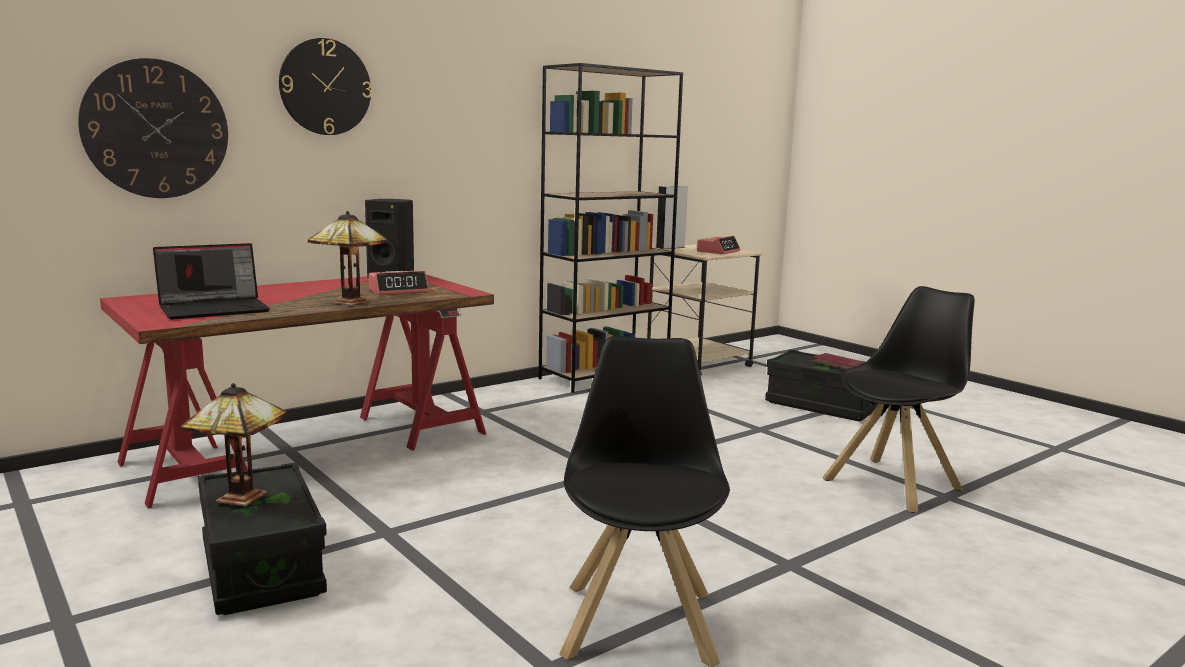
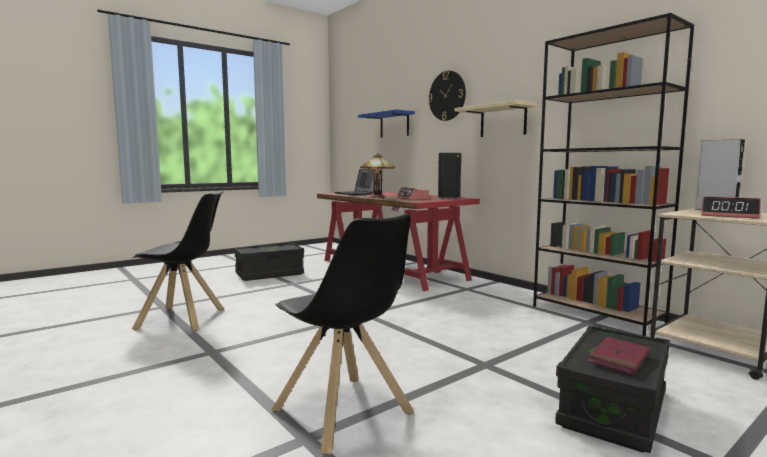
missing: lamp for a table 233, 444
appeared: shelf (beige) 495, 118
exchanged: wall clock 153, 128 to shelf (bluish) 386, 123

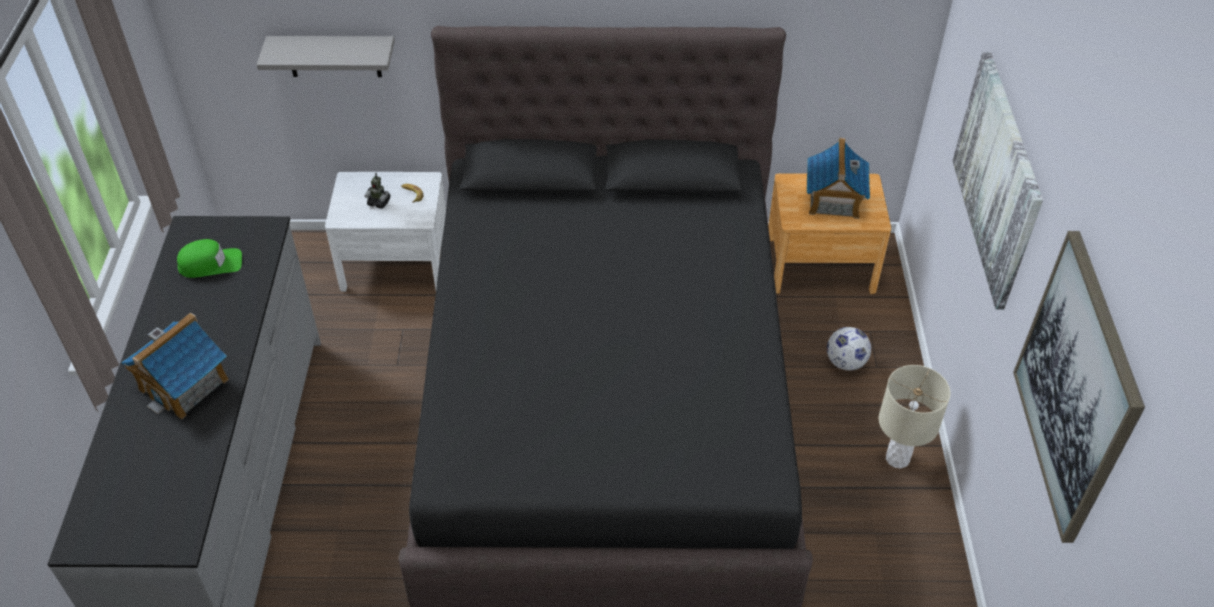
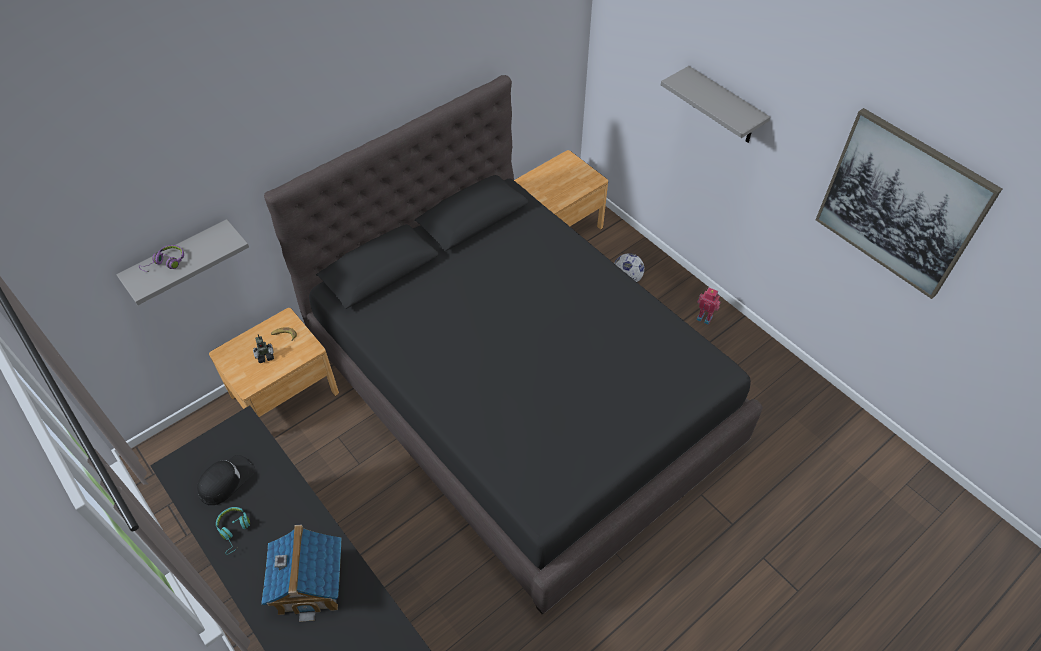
missing: toy house 838, 178
appeared: pair of headphones (purplish) 161, 258; pair of headphones (turquoise-coloured) 233, 531
exchanged: lamp for a table (beige) 914, 417 to model robot 708, 306; wall art 998, 180 to shelf (gray) 715, 104
colour: peaked cap (greenish) 209, 258 to peaked cap (black) 226, 480; nightstand (white-coloured) 385, 232 to nightstand (brownish) 274, 362

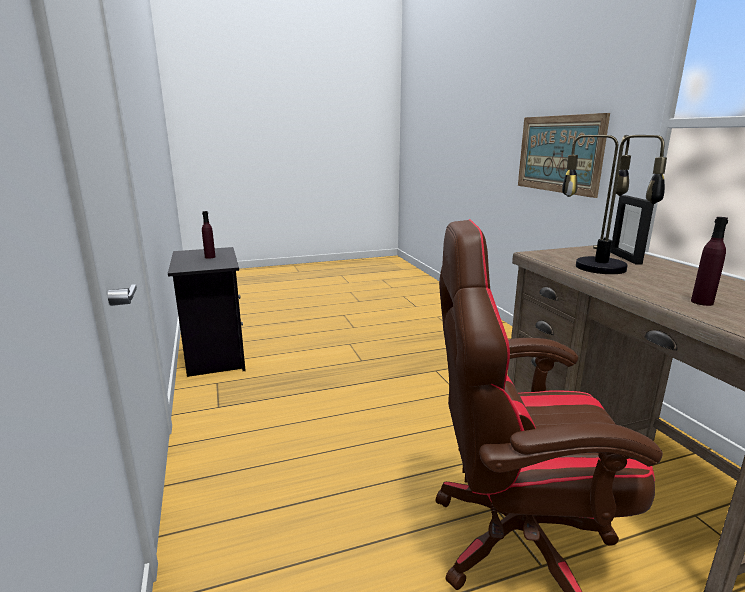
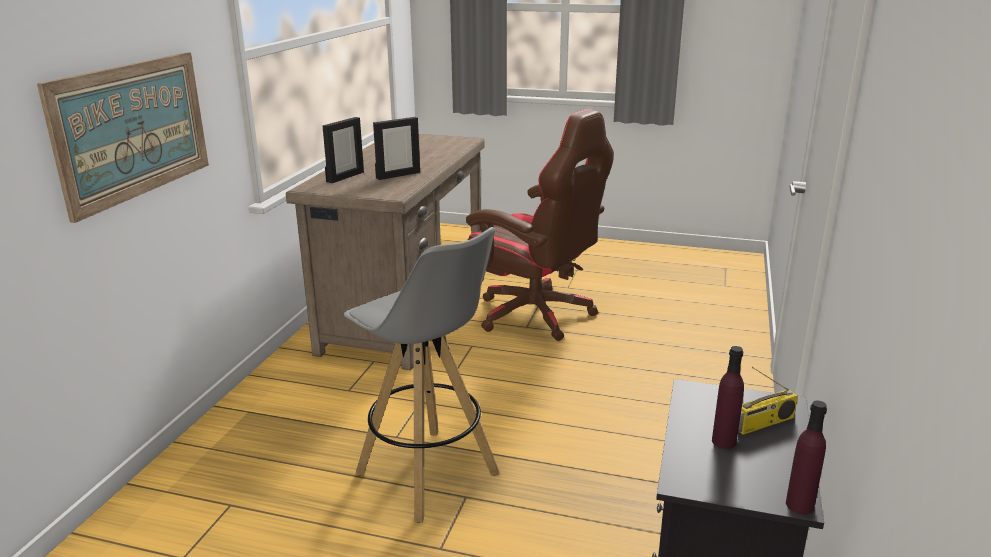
appeared: stool seat (gray) 421, 375; radio receiver 768, 401
relocated: bottle (purplish) 709, 261 to 806, 457
exchanged: lamp for a table 614, 204 to picture frame 396, 148

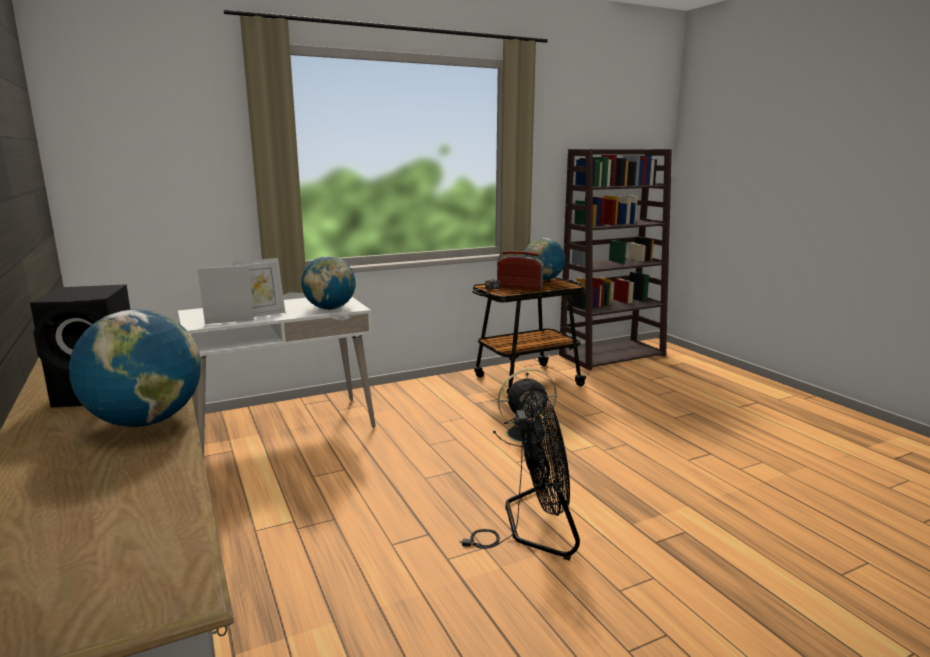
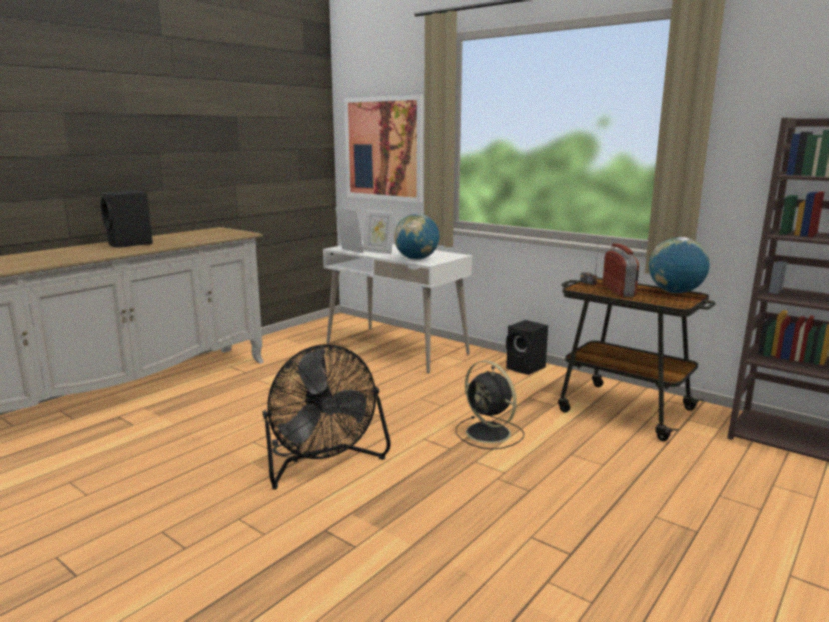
missing: world globe 135, 368
appeared: wall art 384, 149; audio speaker (black) 527, 347

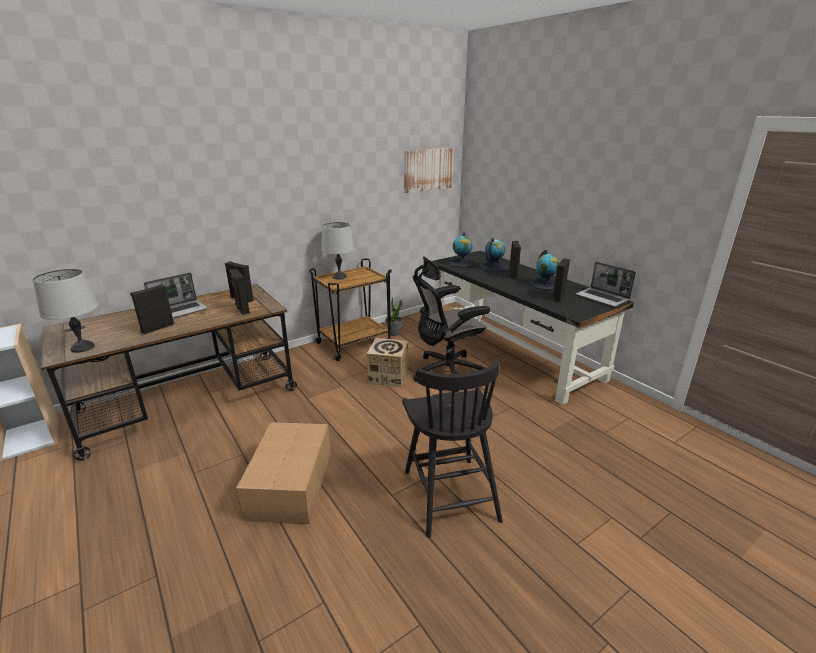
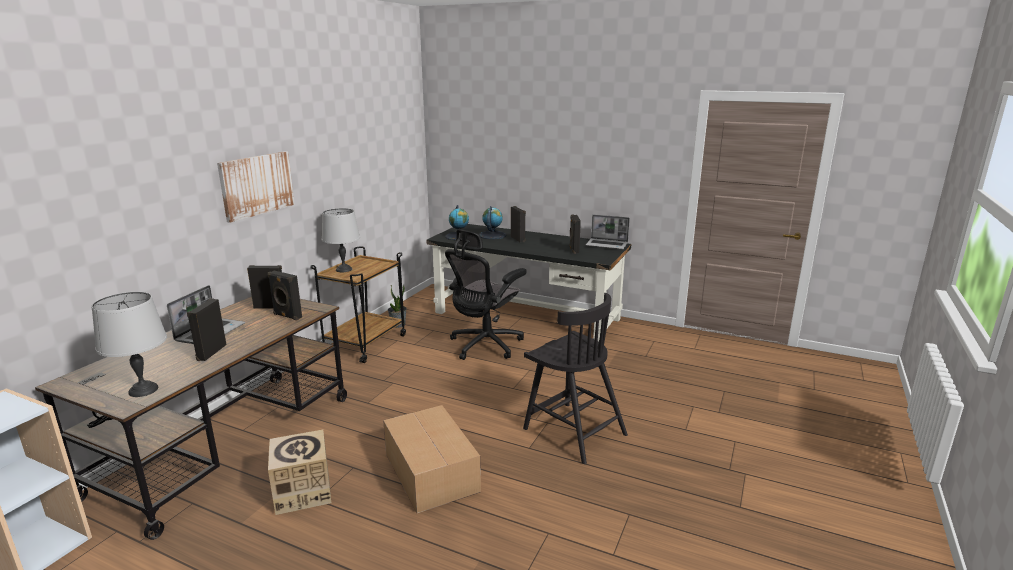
missing: world globe 545, 270
relocated: packing box 387, 362 to 299, 472; wall art 429, 170 to 256, 187

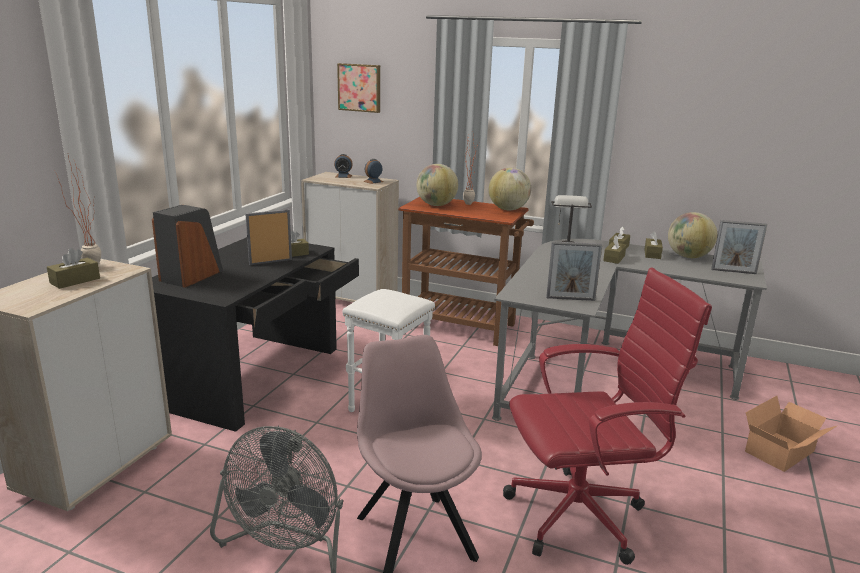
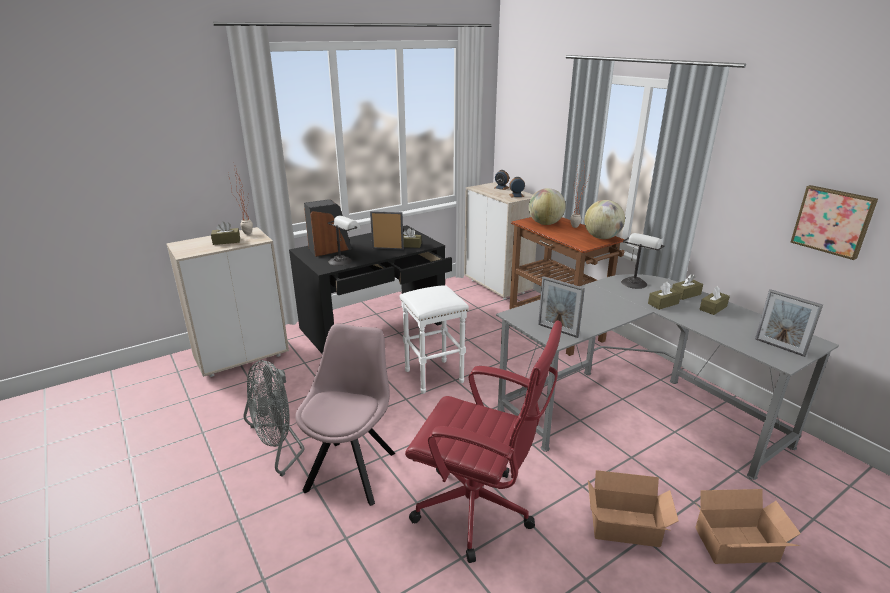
missing: world globe 692, 235
appeared: lamp for a table 344, 241; packing box 633, 508
relocated: wall art 358, 88 to 834, 222

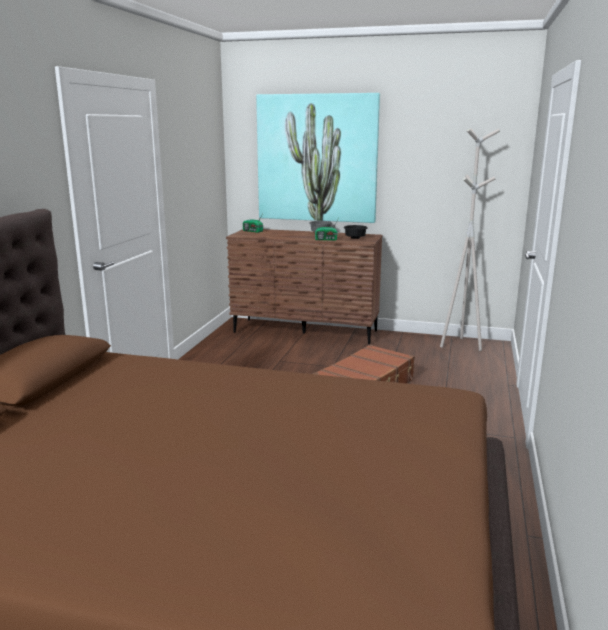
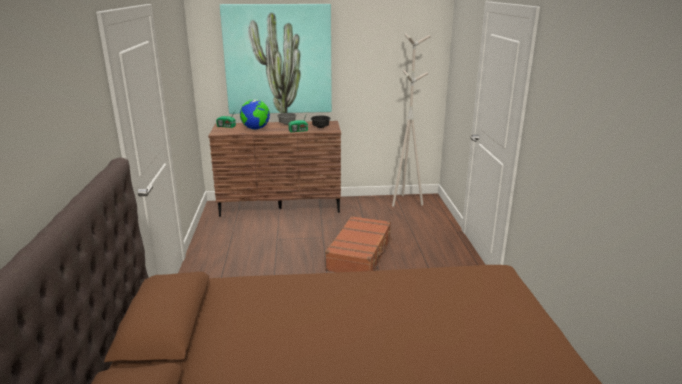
appeared: world globe 255, 114

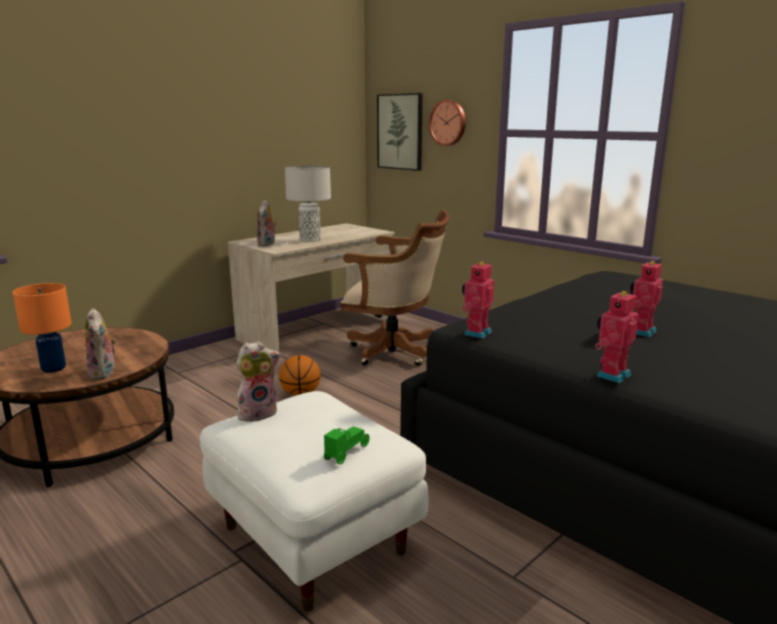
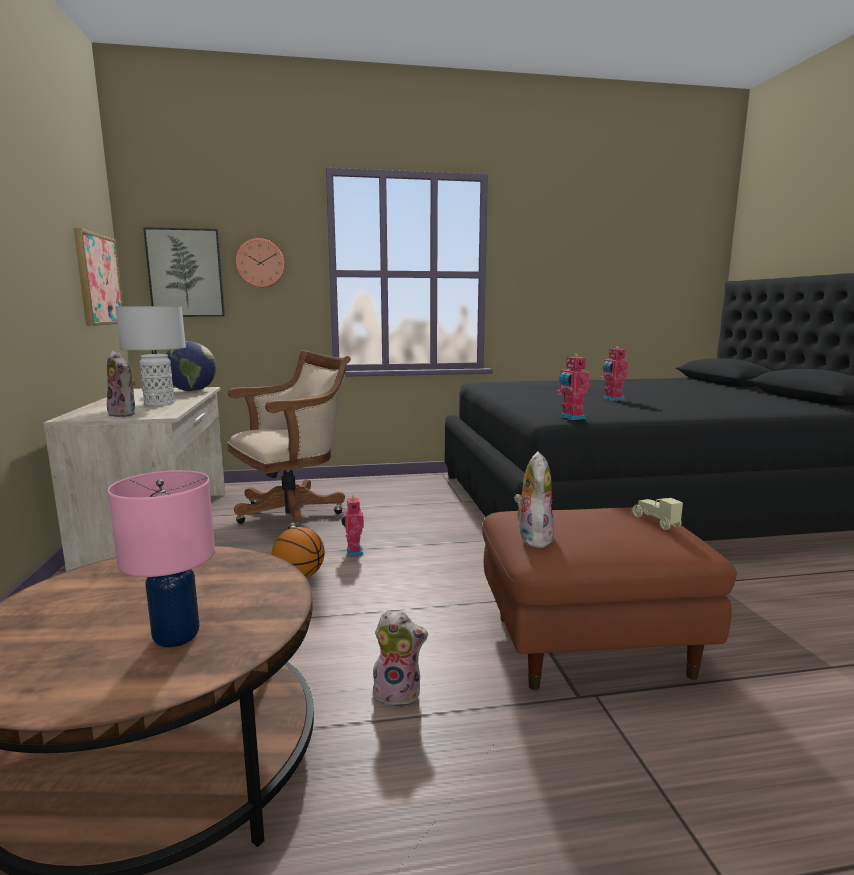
appeared: wall art 98, 277; world globe 190, 366
relocated: soft toy 100, 343 to 400, 658; model robot 617, 336 to 352, 527
colour: lamp for a table (orangey) 42, 328 to lamp for a table (pinkish) 161, 559; footrest (white-coloured) 314, 501 to footrest (brownish) 609, 599; toy car (greenish) 347, 445 to toy car (beige) 657, 514

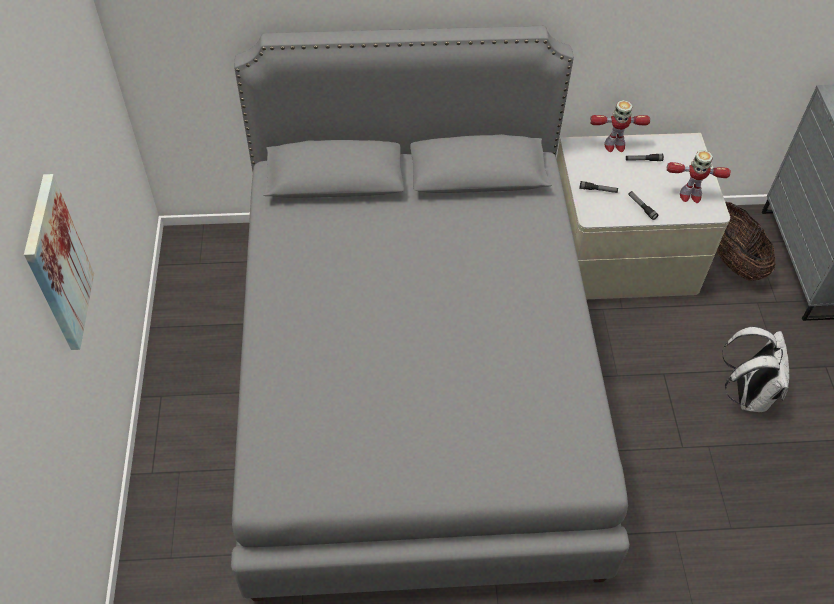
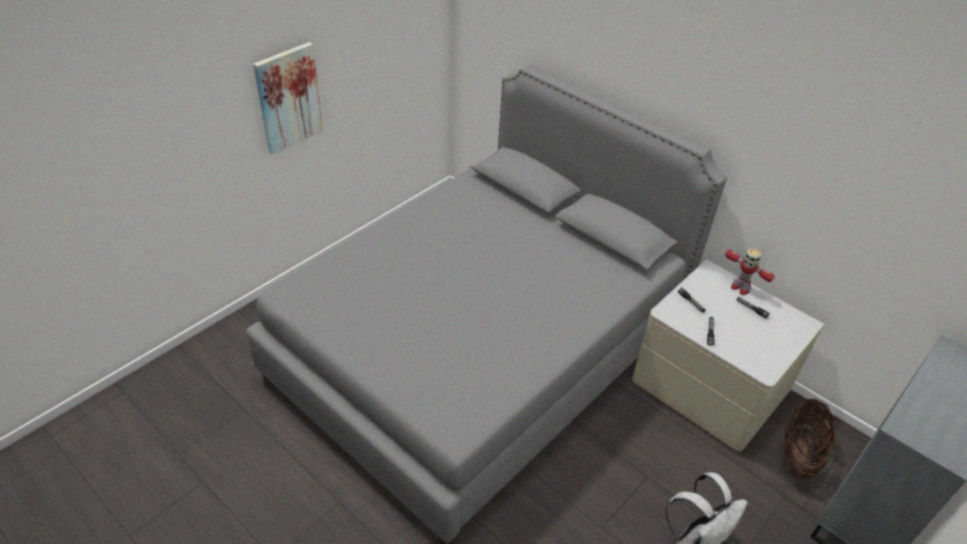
missing: model robot 699, 176

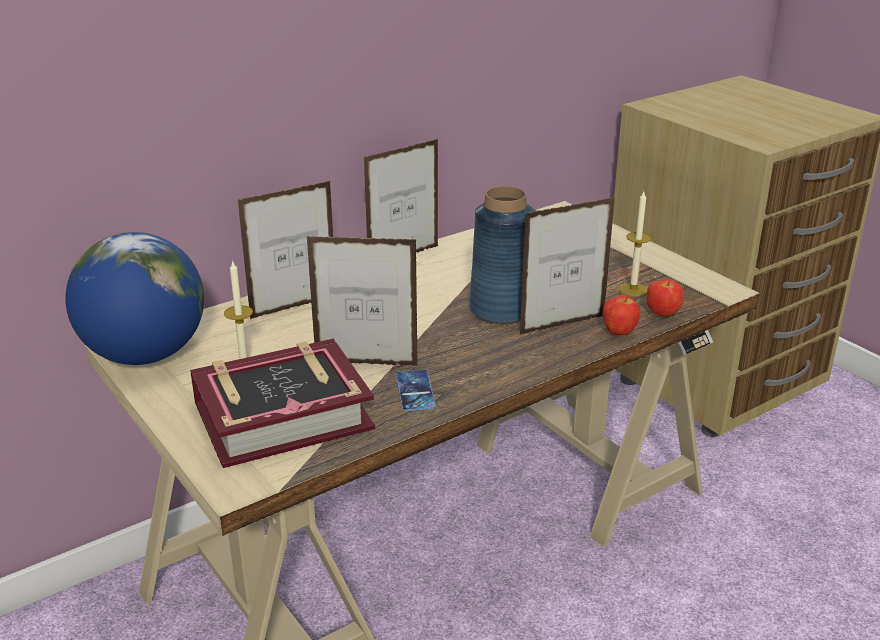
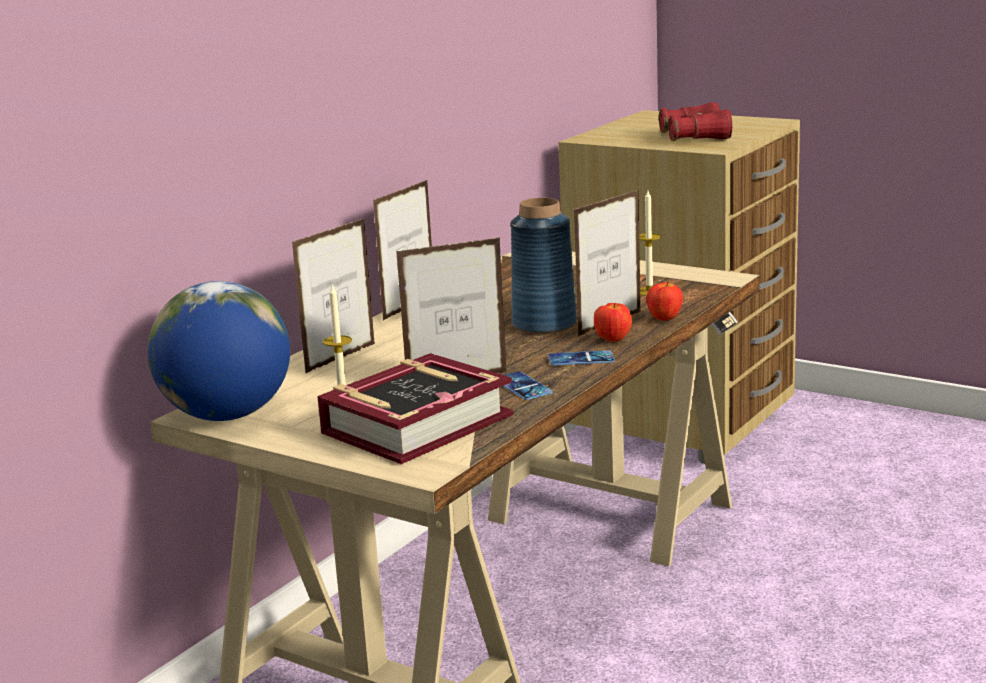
appeared: handset 581, 358; pair of binoculars (red) 695, 121
relocated: apple fruit 665, 298 to 613, 322

